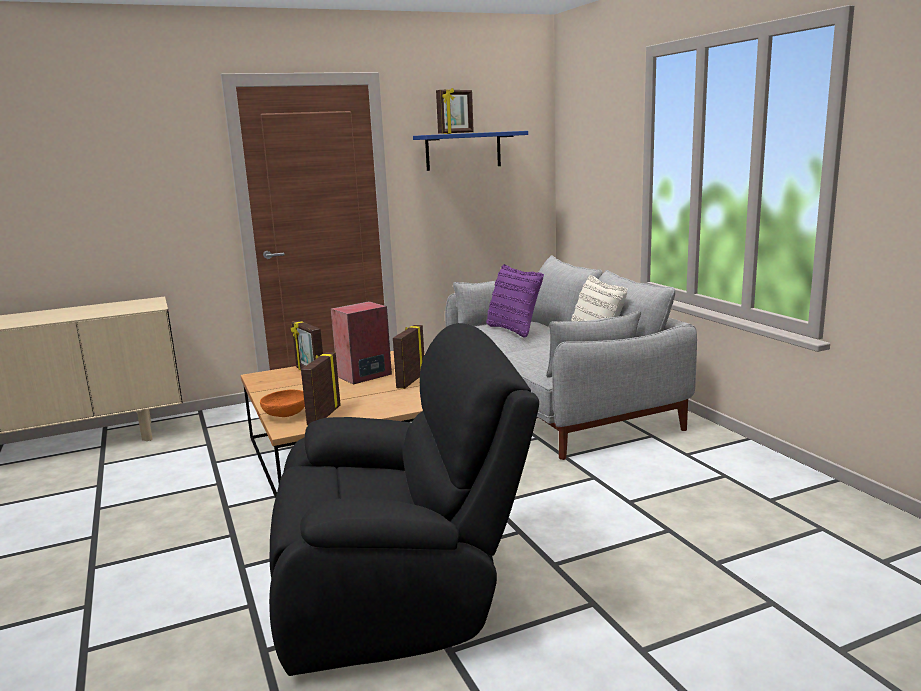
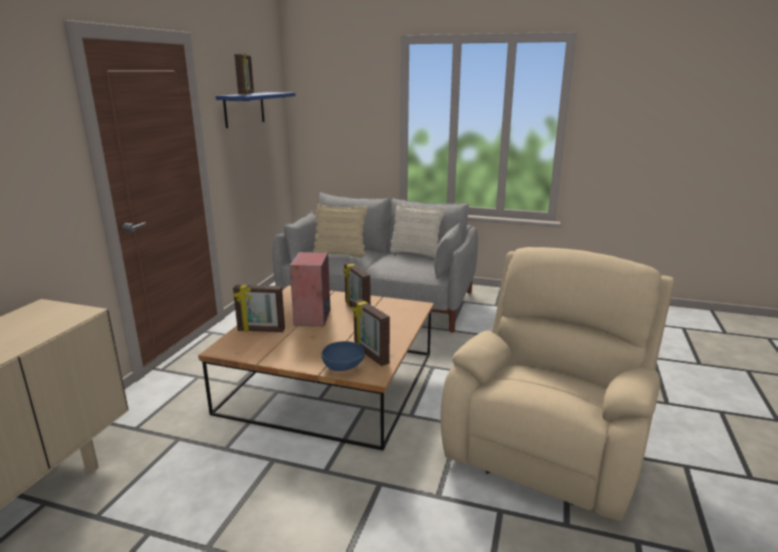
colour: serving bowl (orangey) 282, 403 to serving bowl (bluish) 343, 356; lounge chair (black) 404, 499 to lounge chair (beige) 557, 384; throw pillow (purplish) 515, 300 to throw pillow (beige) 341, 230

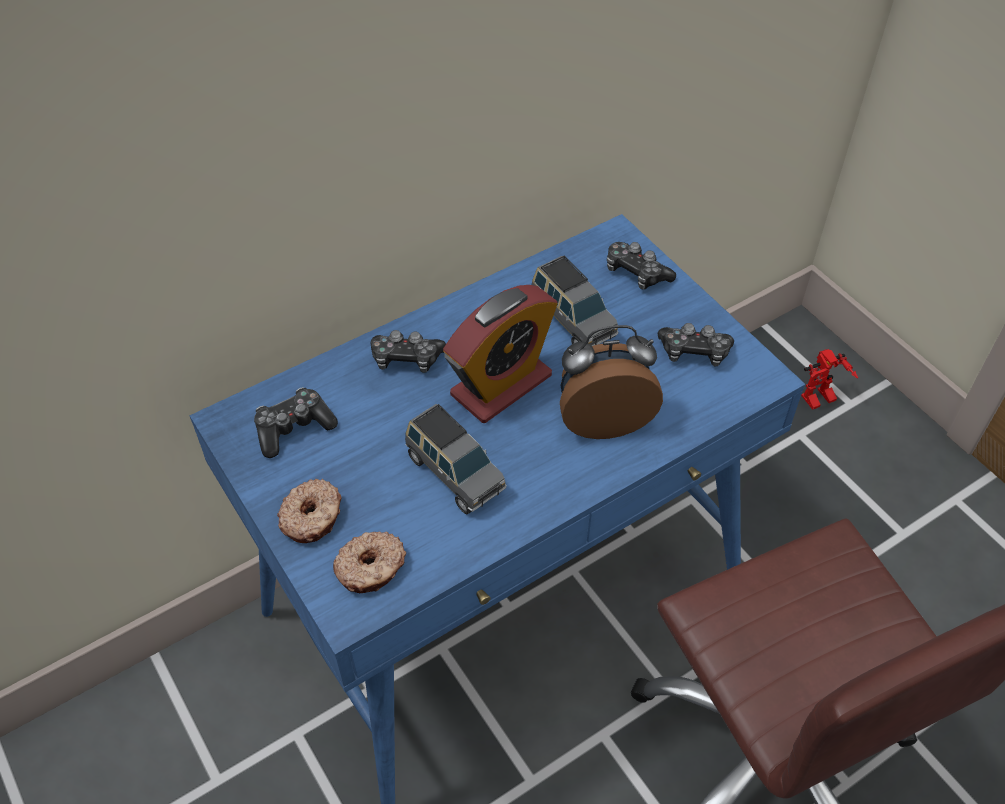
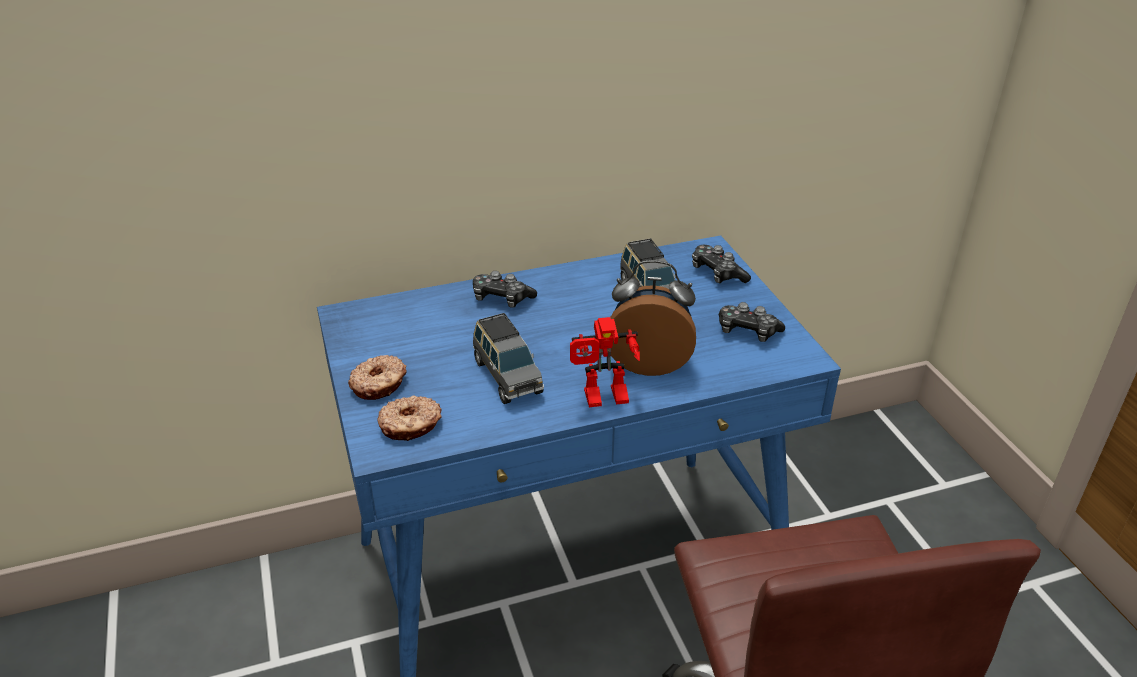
missing: game controller 296, 422; bedside clock 500, 354
relocated: model robot 829, 379 to 605, 362

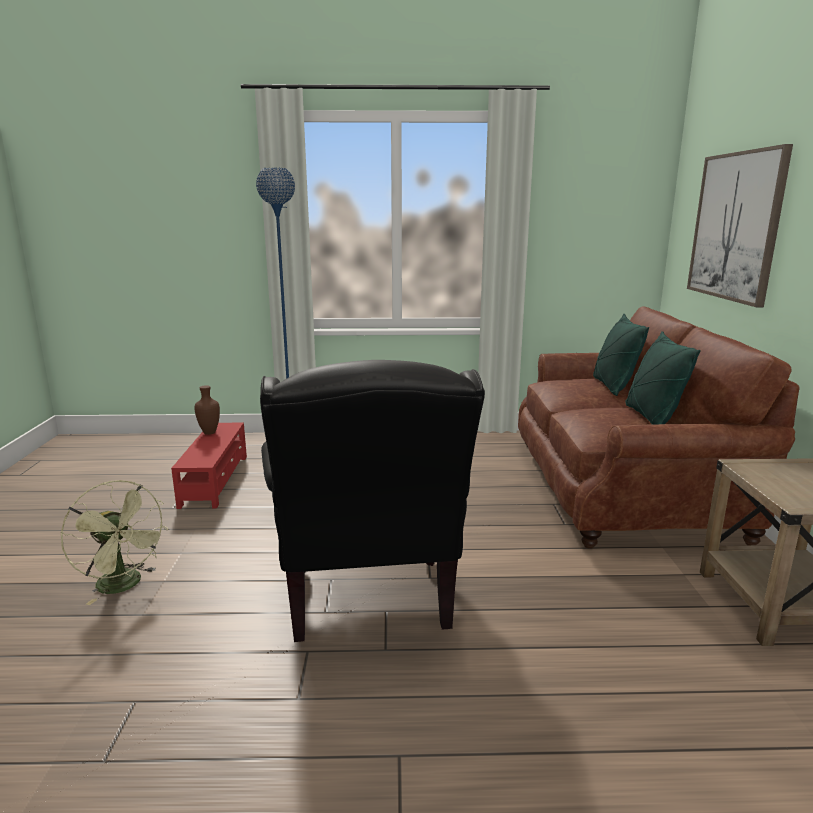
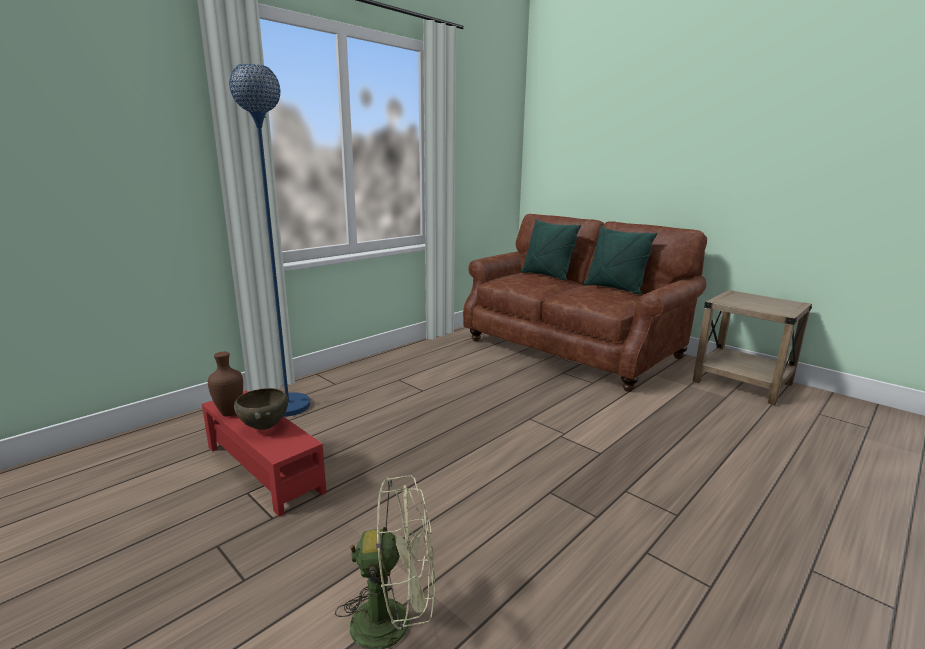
missing: lounge chair (black) 372, 501; wall art 740, 225
appeared: serving bowl (brownish) 261, 409

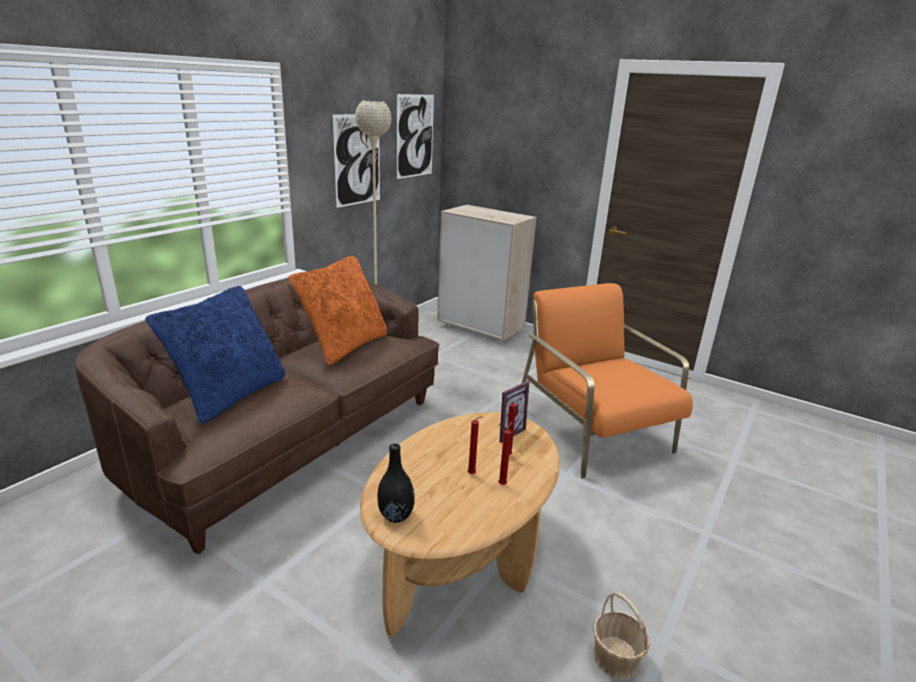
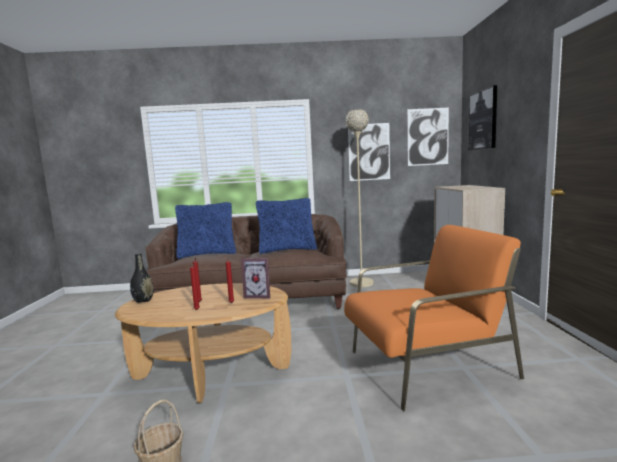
appeared: wall art 482, 117
colour: throw pillow (orangey) 337, 310 to throw pillow (bluish) 286, 226
spun: lounge chair (orangey) 607, 380 = 434, 318 45 degrees clockwise

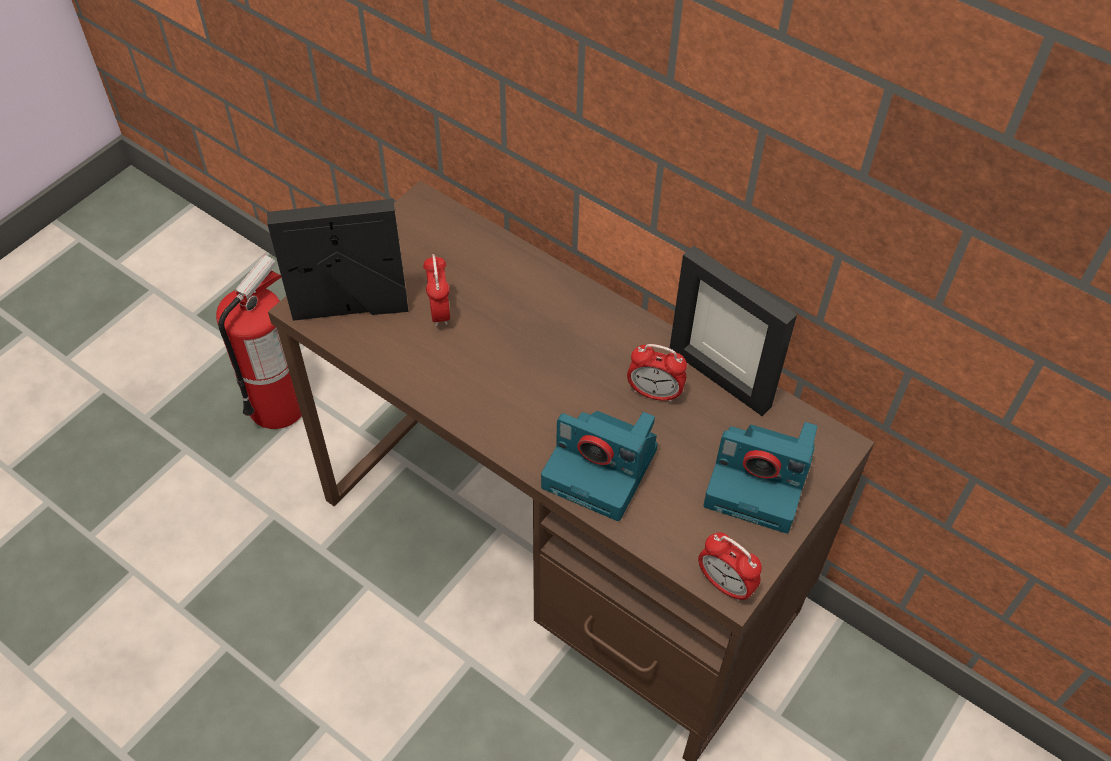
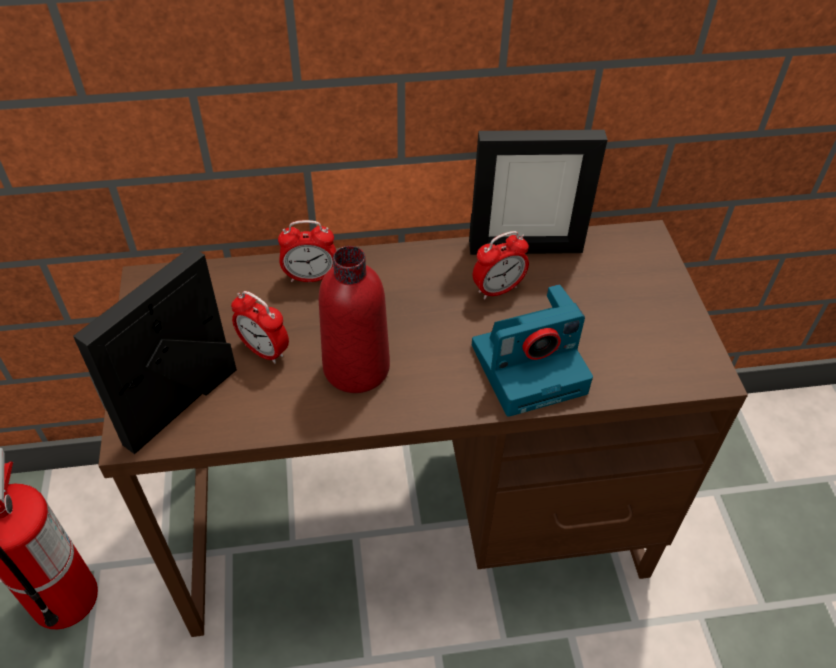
missing: photo camera 760, 477
appeared: bottle (red) 354, 319
relocated: bedside clock 730, 566 to 307, 251

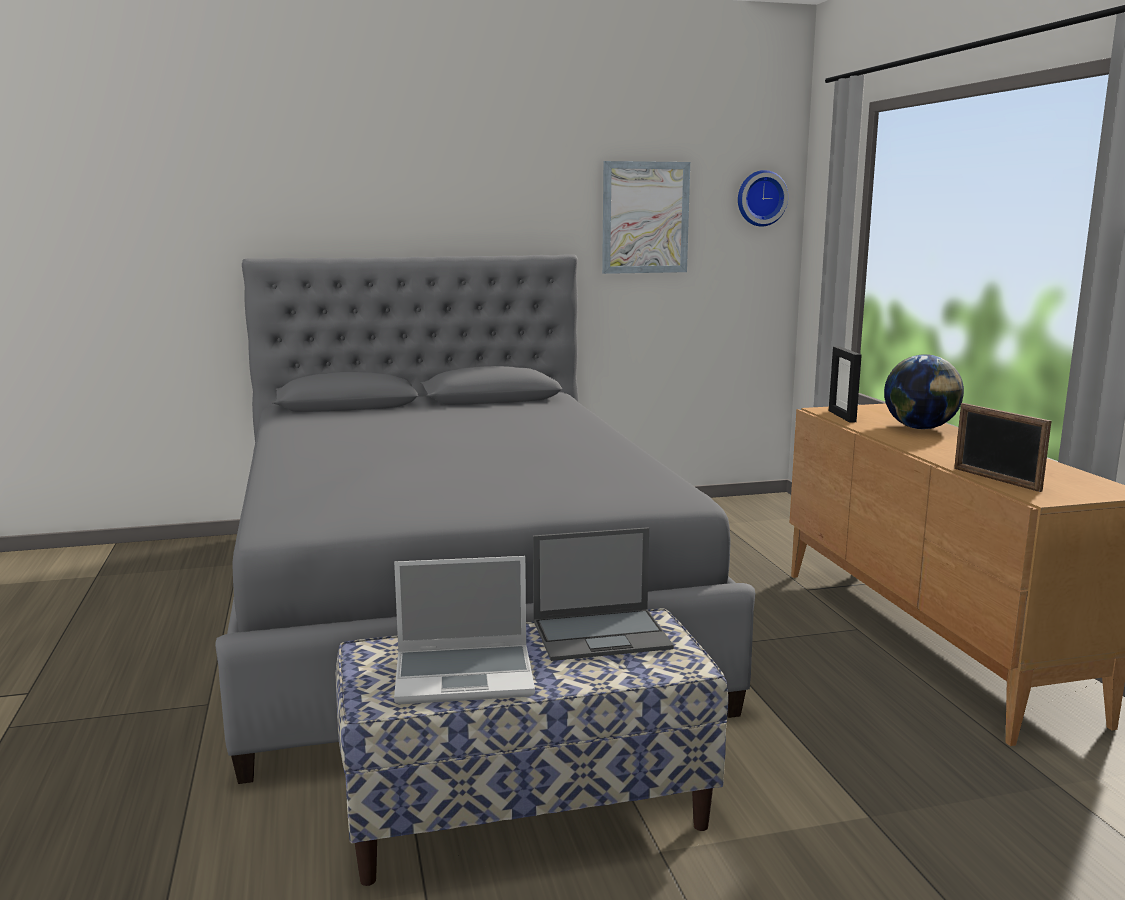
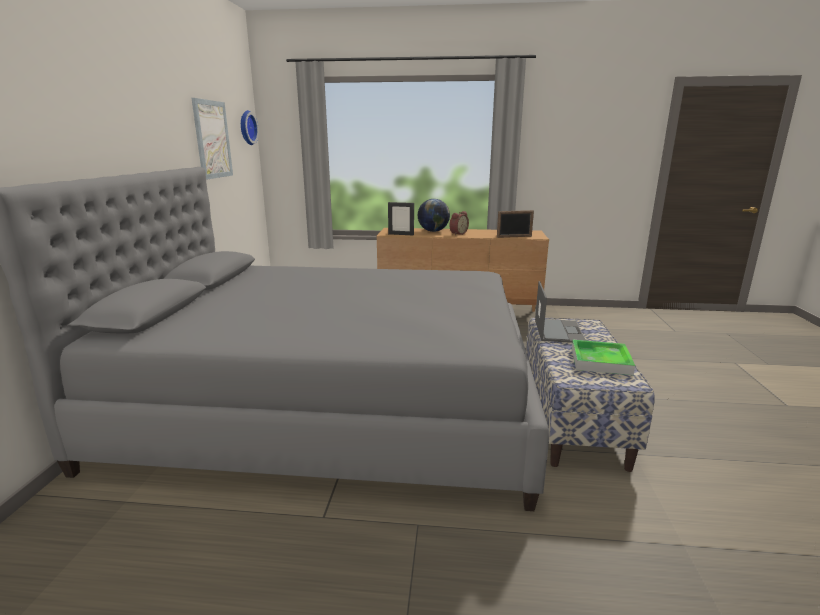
appeared: bedside clock 459, 223
exchanged: notebook computer 464, 630 to serving tray 603, 357

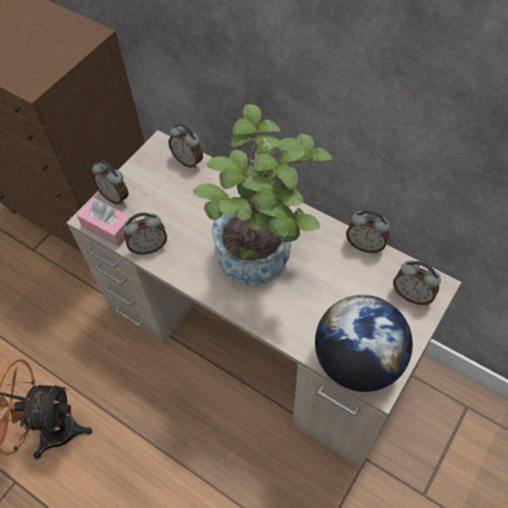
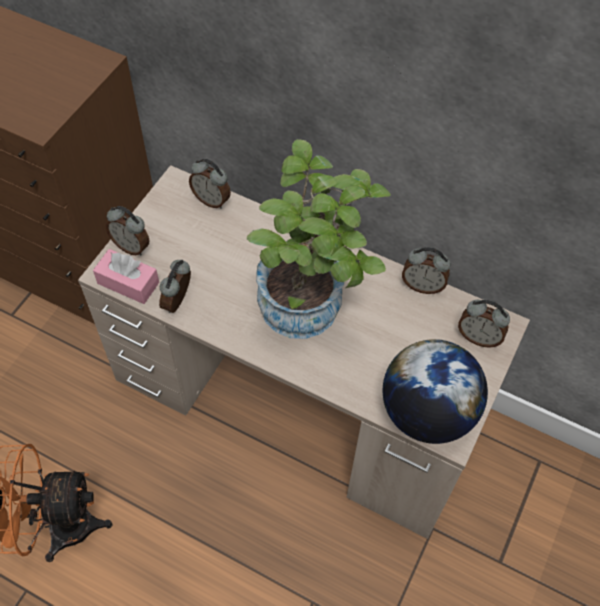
spun: bedside clock 145, 234 = 175, 286 135 degrees clockwise

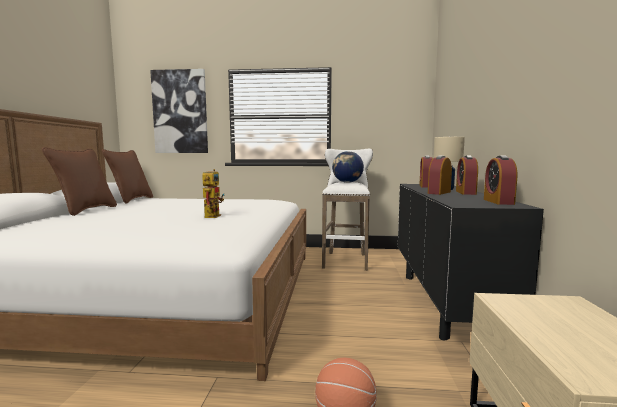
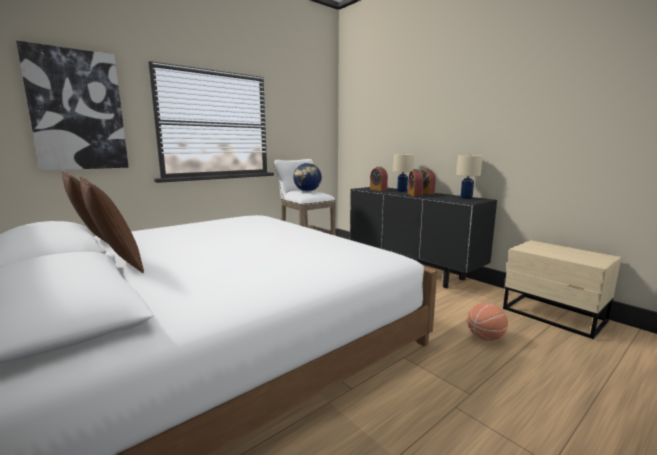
missing: model robot 213, 193
exchanged: bedside clock 500, 180 to lamp for a table (beige) 470, 177

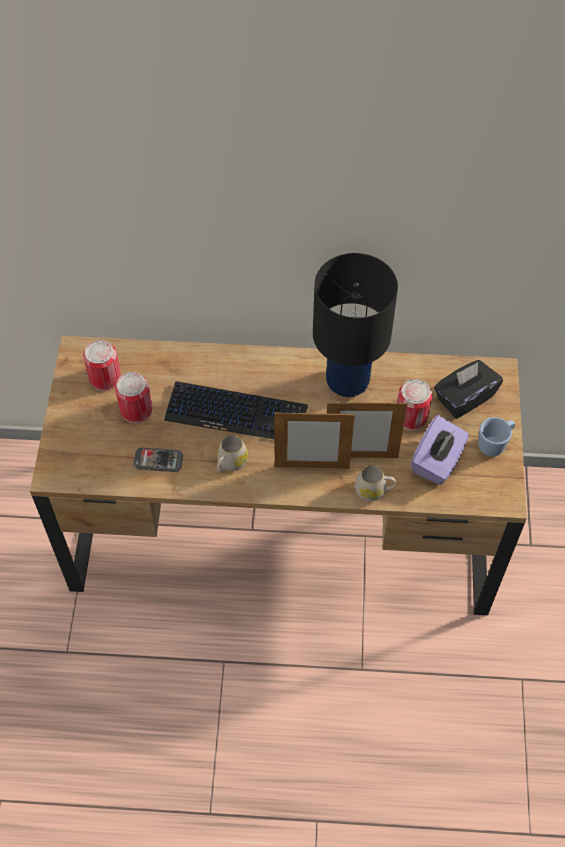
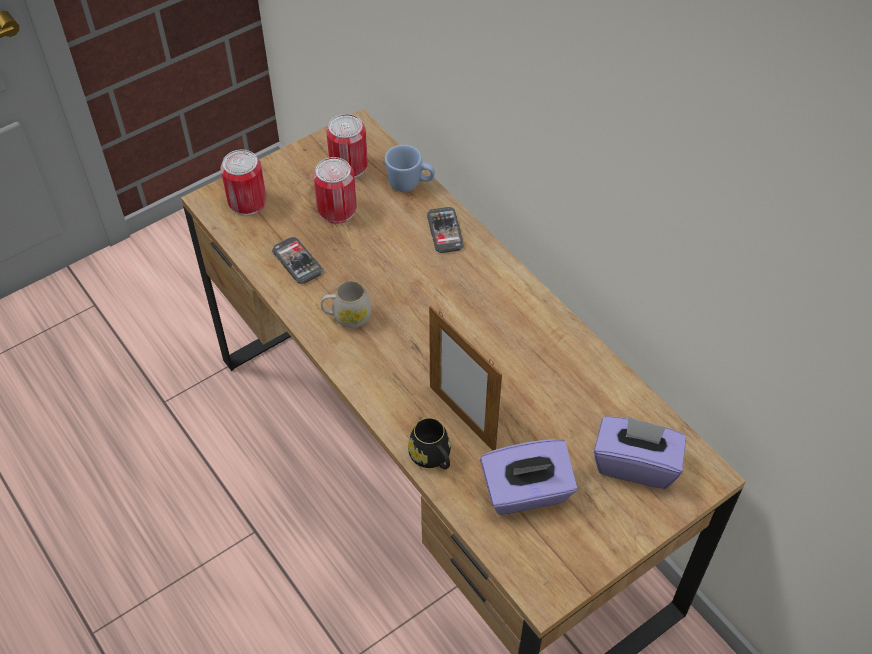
missing: PC keyboard 236, 410; picture frame 314, 439; lamp for a table (black) 355, 325
appeared: handset 445, 230
relocated: metal can 414, 404 to 243, 183; coffee mug (bluish) 496, 436 to 410, 168
colour: coffee mug (white-coloured) 375, 483 to coffee mug (black) 429, 444; tissue box (black) 468, 389 to tissue box (purplish) 640, 452

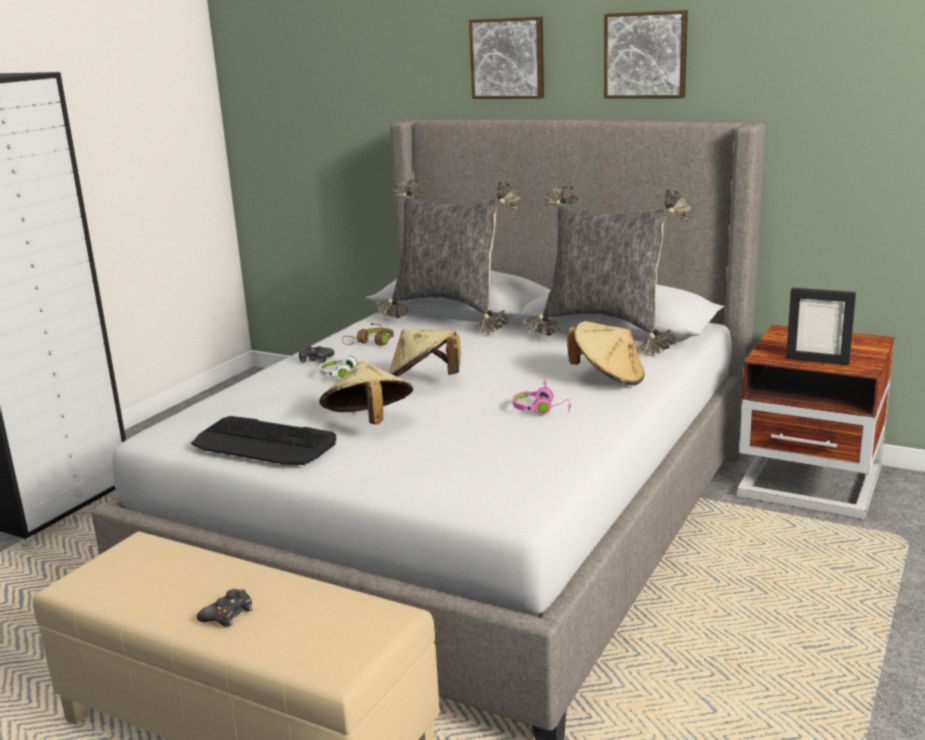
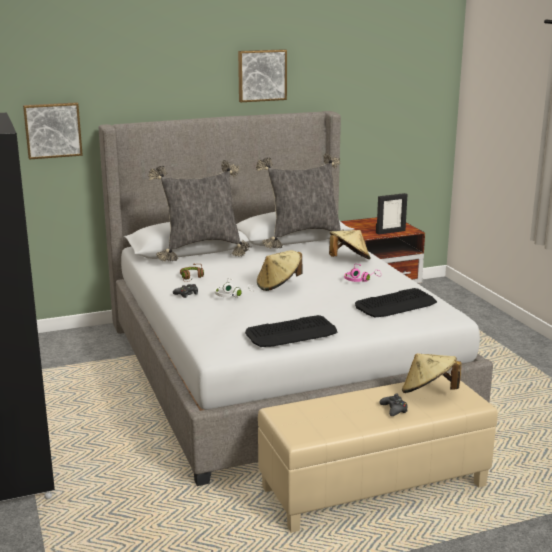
appeared: PC keyboard 396, 302
relocated: wearable hat (beige) 366, 392 to 431, 373; wall art 506, 58 to 53, 130

